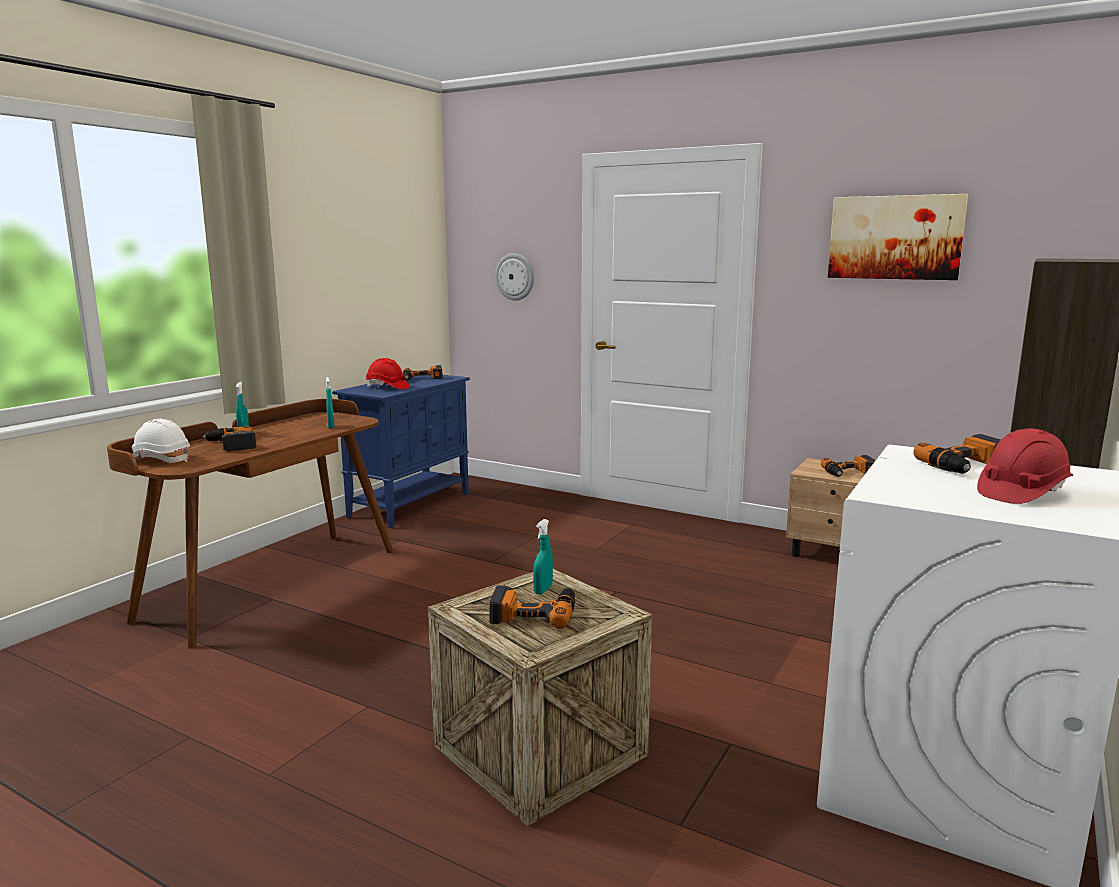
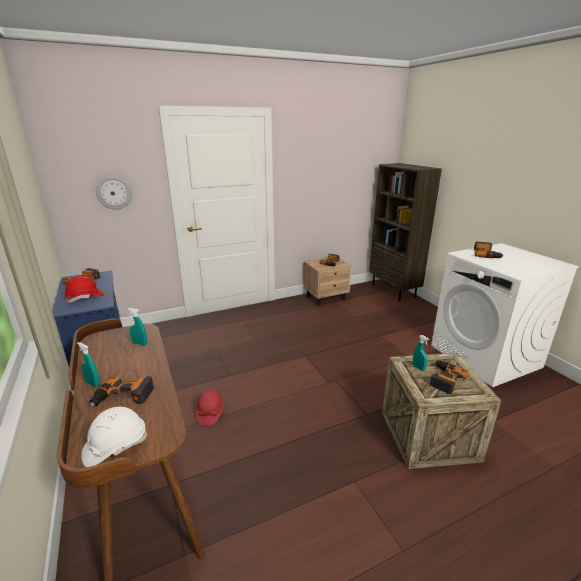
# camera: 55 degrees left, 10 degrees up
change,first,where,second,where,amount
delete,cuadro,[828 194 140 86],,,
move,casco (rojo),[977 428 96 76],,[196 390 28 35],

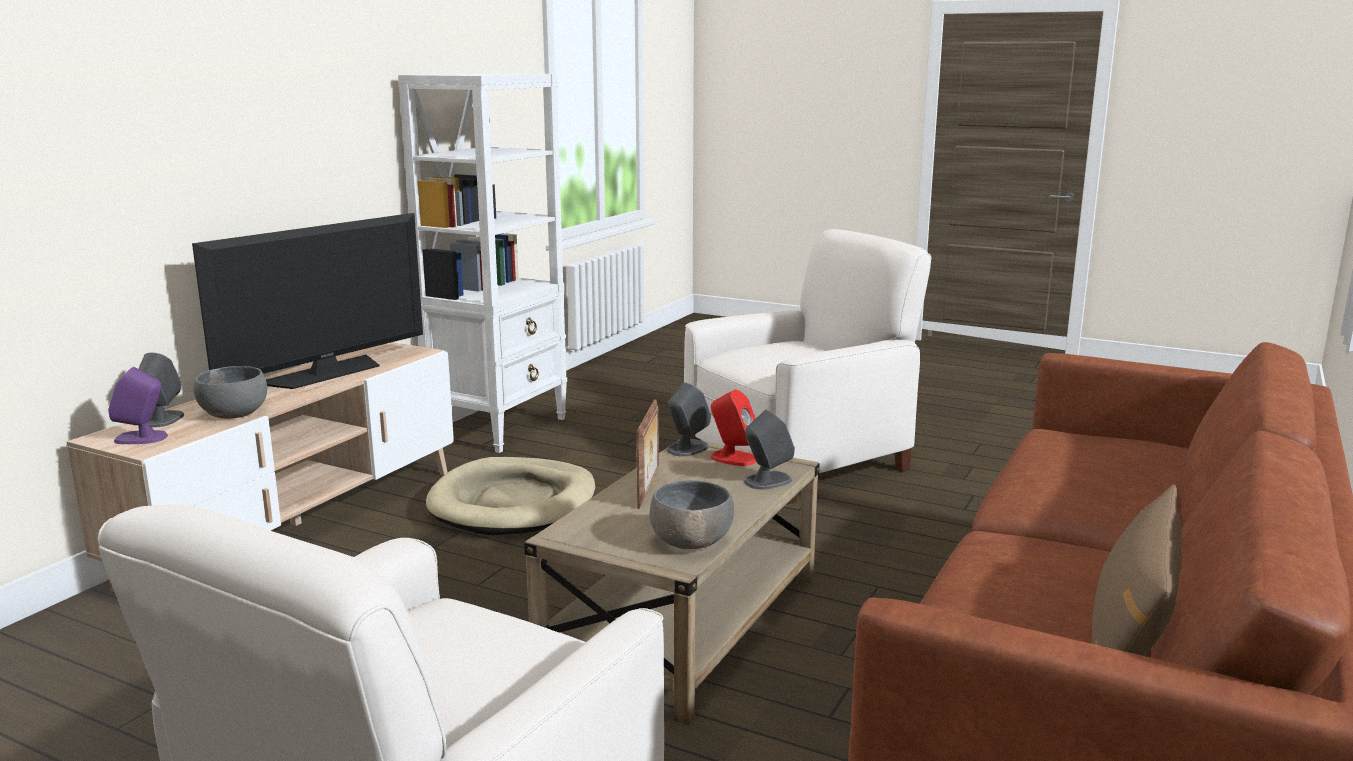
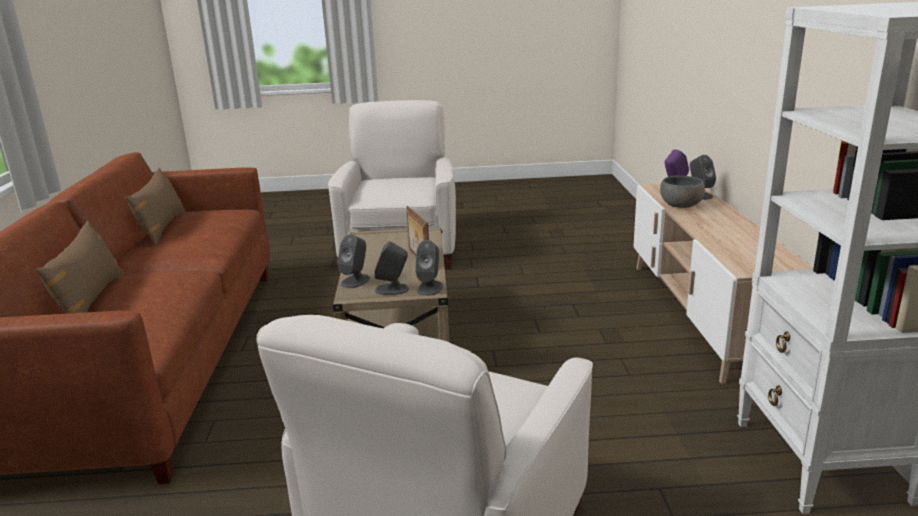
# camera: 150 degrees right, 5 degrees up
change,first,where,second,where,amount
delete,televisor,[192 213 231 176],,,
delete,cama para perro (beis),[426 457 169 78],,,
delete,cuenco (gris),[649 480 85 69],,,
insert,,,cojín (marrón),[36 220 88 94],
recolor,altavoz (rojo),[711 390 45 76],altavoz (gris),[374 241 35 54],

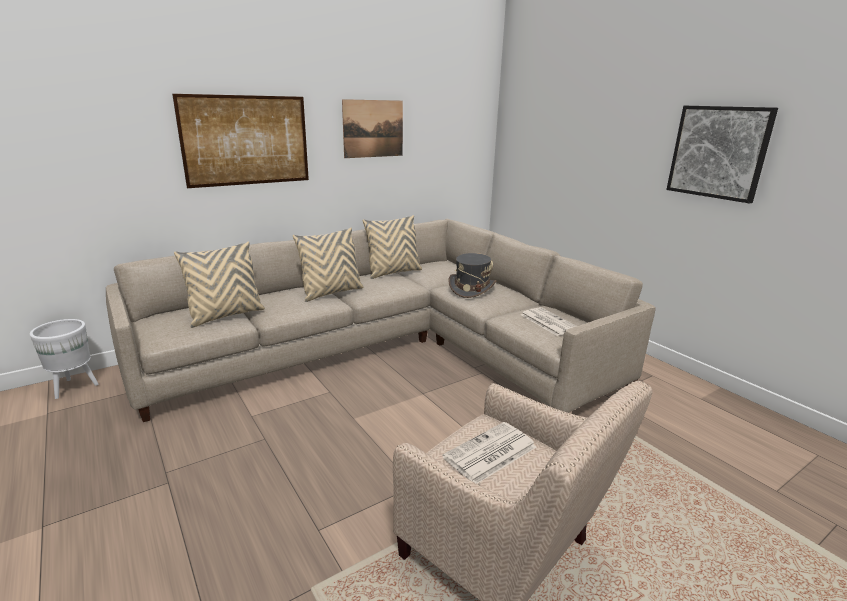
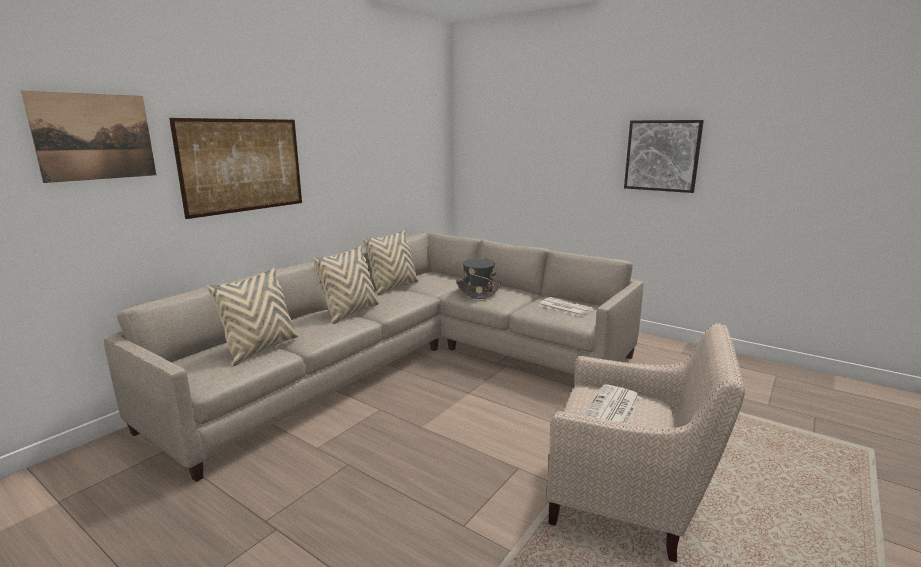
# camera: 20 degrees left, 5 degrees down
change,first,where,second,where,amount
delete,maceta (blanco),[30 319 69 80],,,
move,cuadro,[342 99 61 59],,[21 90 135 93],

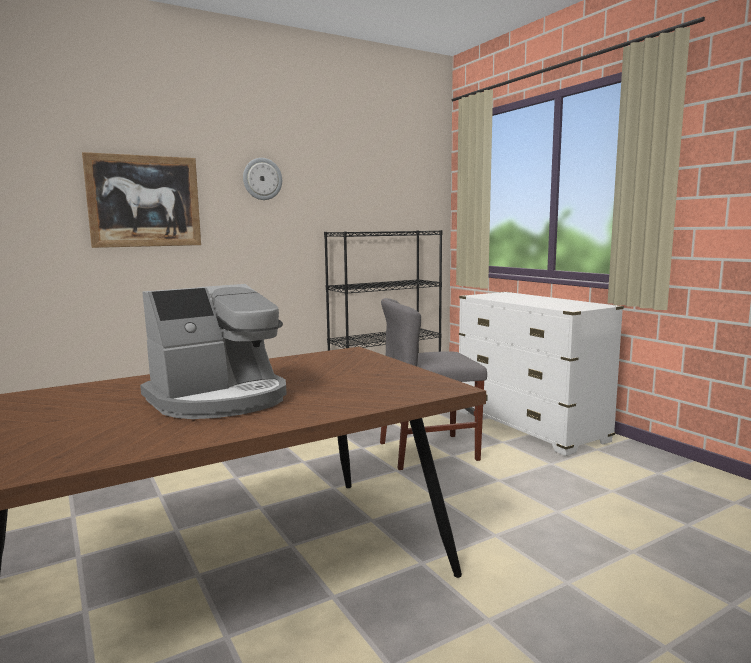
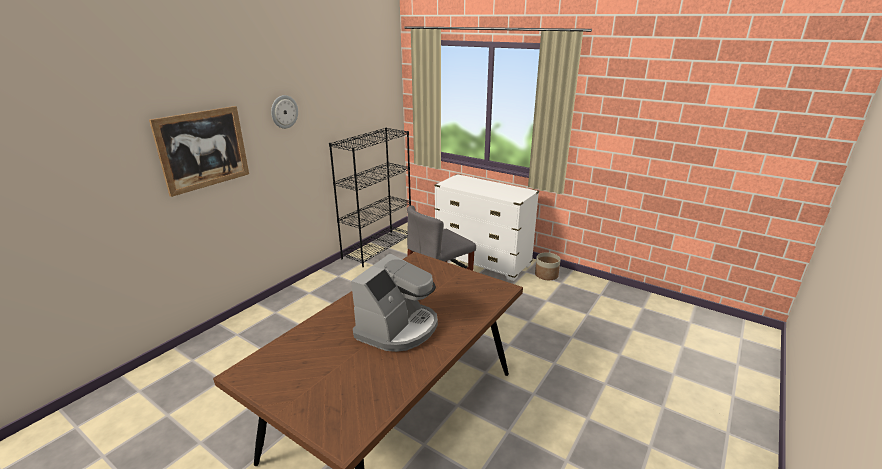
# camera: 25 degrees left, 15 degrees up
change,first,where,second,where,amount
insert,,,maceta,[535 252 26 28],

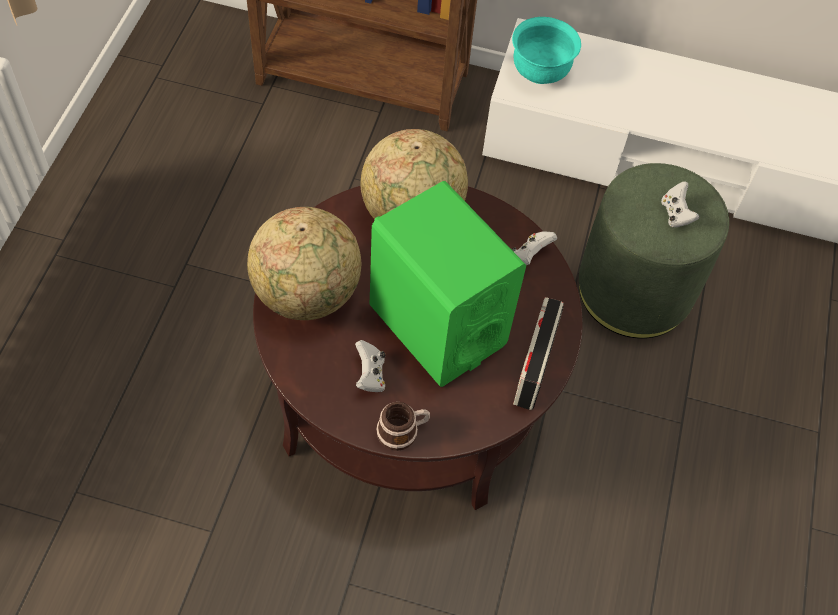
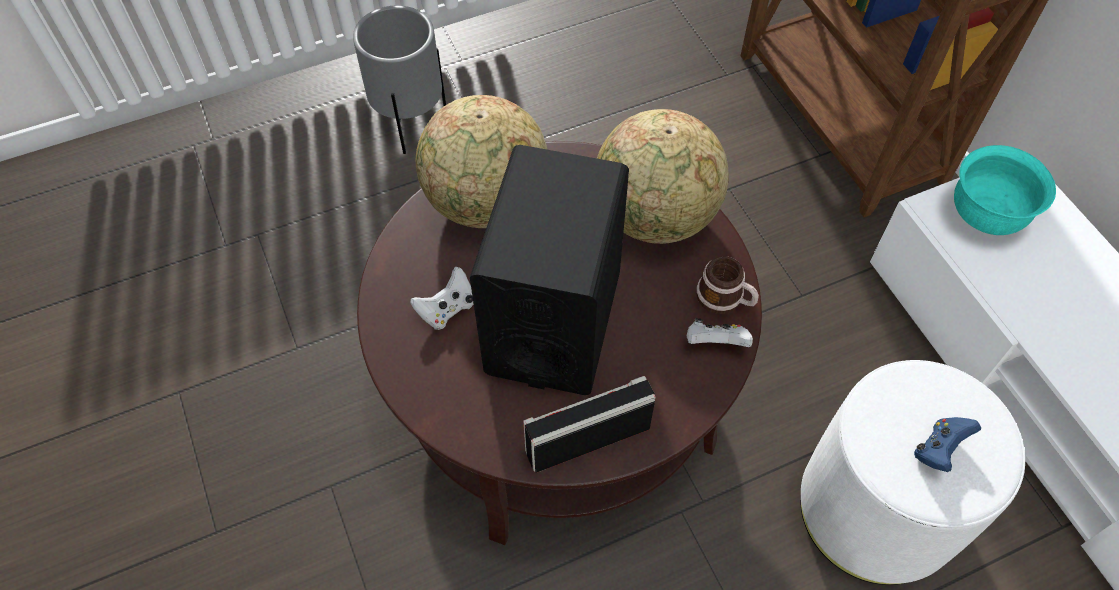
# camera: 55 degrees right, 0 degrees up
change,first,where,second,where,amount
insert,,,maceta (gris),[353 6 93 148],
move,taza grande,[376 402 54 49],,[696 256 63 58],
recolor,altavoz (verde),[370 181 156 206],altavoz (negro),[470 145 159 250],
recolor,puf (verde),[579 163 150 176],puf (blanco),[800 360 225 225],
recolor,mando de consola (blanco),[661 182 39 45],mando de consola (azul),[914 417 67 55],

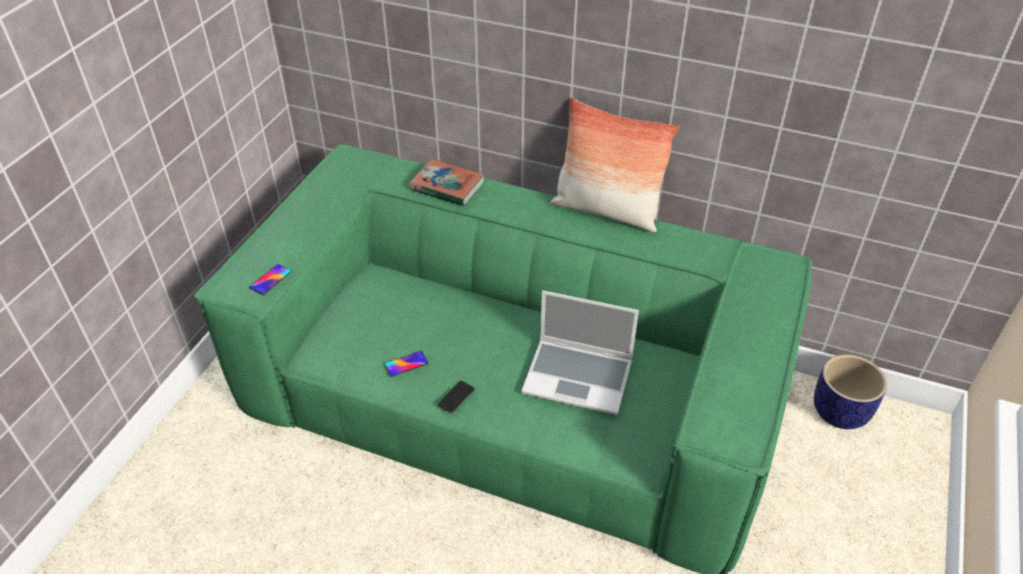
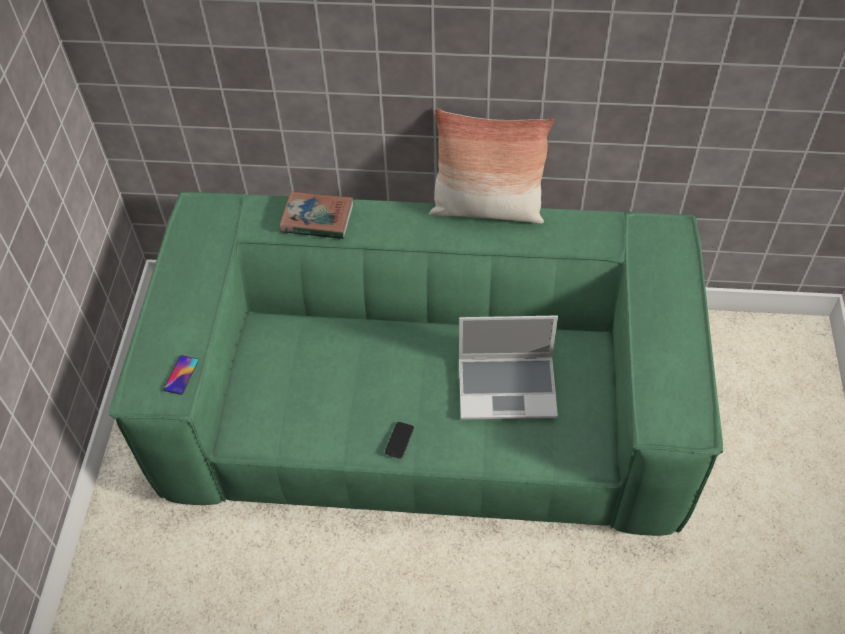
# camera: 15 degrees left, 10 degrees up
change,first,where,second,where,amount
delete,móvil,[384 351 44 26],,,
delete,maceta,[814 354 73 75],,,

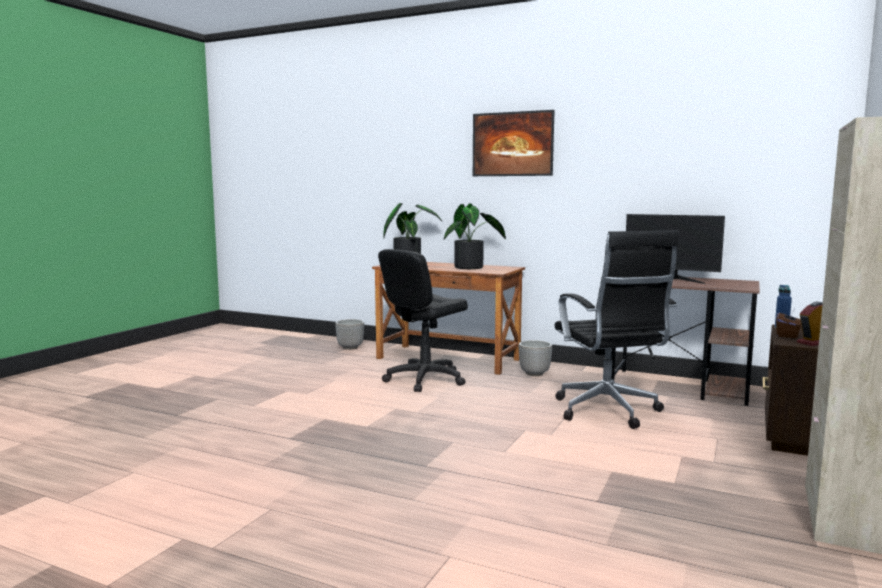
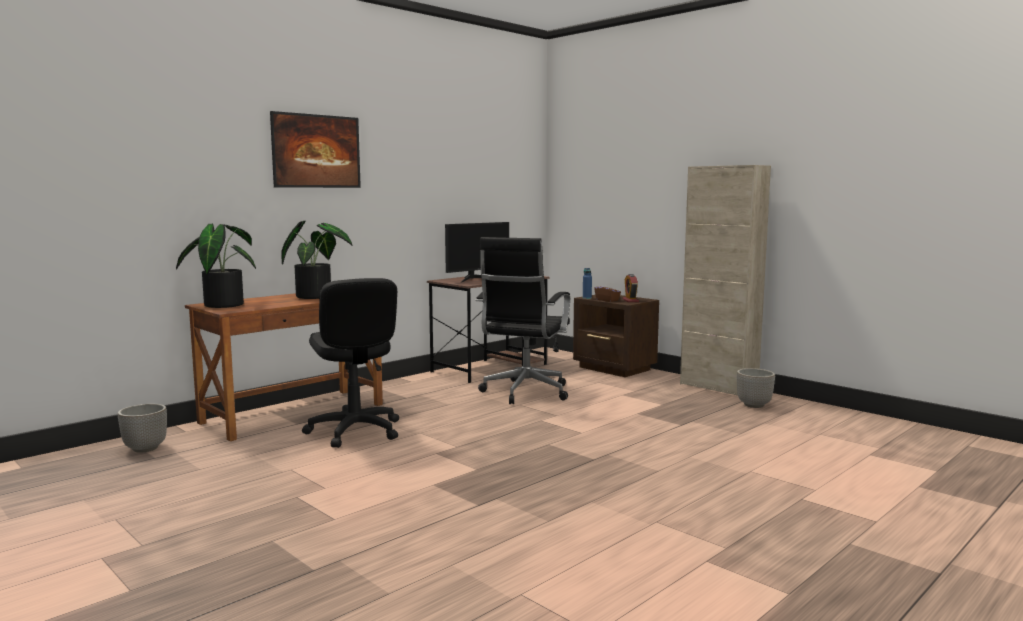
# camera: 70 degrees left, 0 degrees up
change,first,where,second,where,amount
move,maceta,[519 340 33 36],,[737 368 38 40],
rotate,silla de oficina (negro),[555 230 125 199],,[475 237 95 167],105 degrees clockwise

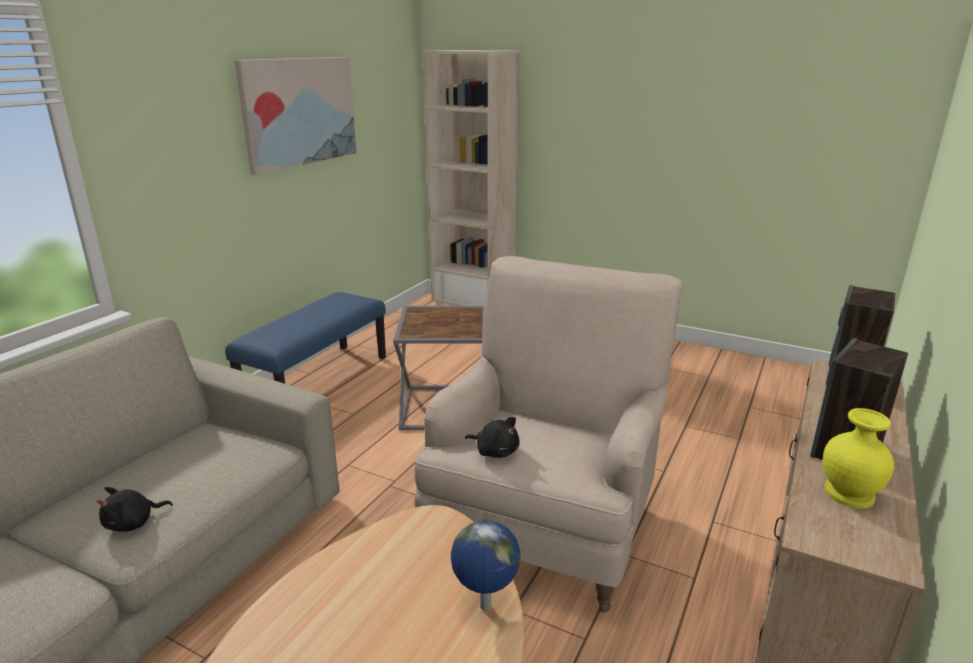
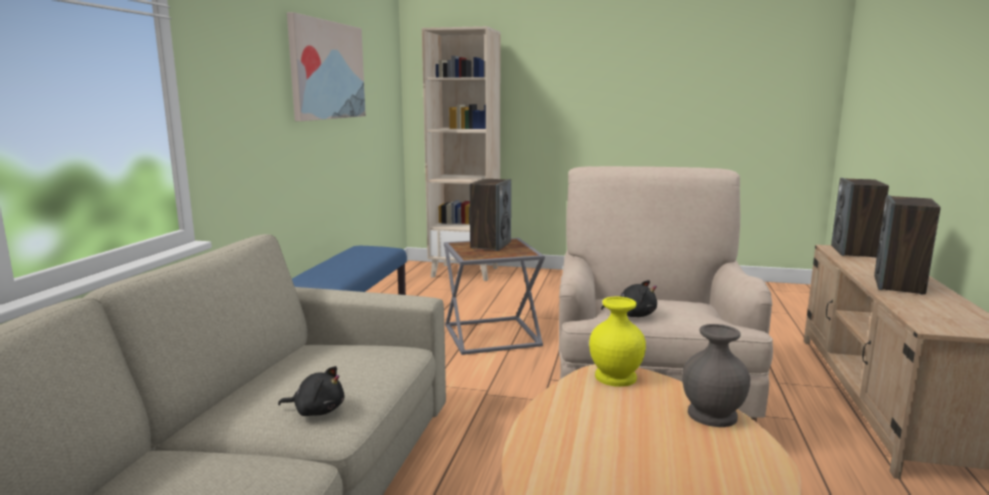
# camera: 15 degrees left, 10 degrees down
change,first,where,second,where,amount
insert,,,altavoz,[470 179 41 72],
move,florero (amarillo),[823 408 71 101],,[589 296 57 91],
replace,globo terráqueo,[451 520 70 91],florero (gris),[682 324 68 103],
rotate,peluche (negro),[97 487 76 45],,[278 366 66 50],120 degrees counterclockwise

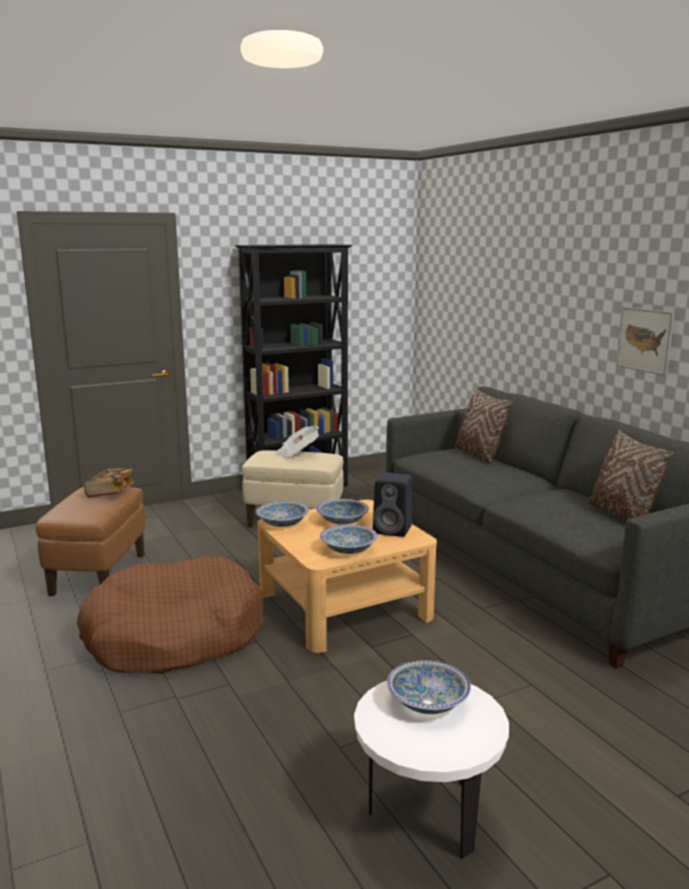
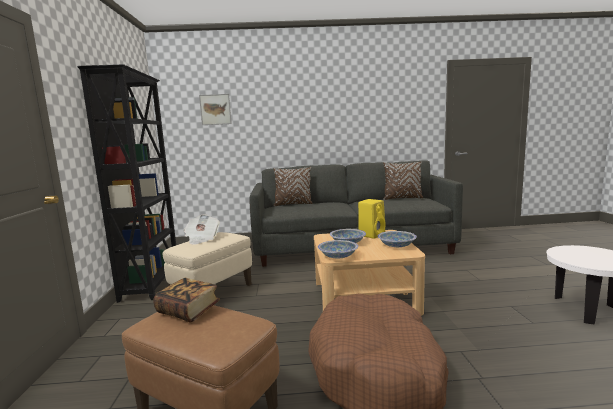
# camera: 65 degrees left, 5 degrees down
change,first,where,second,where,amount
delete,cuenco,[387 660 84 54],,,
move,cuadro,[616 307 59 69],,[199 94 33 31],
recolor,altavoz (negro),[373 472 39 65],altavoz (amarillo),[358 199 28 39],

